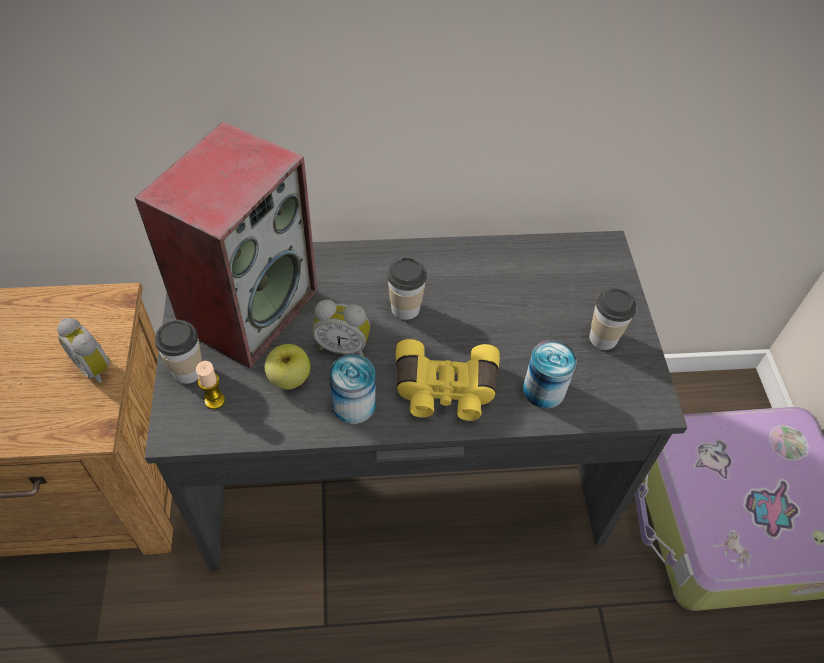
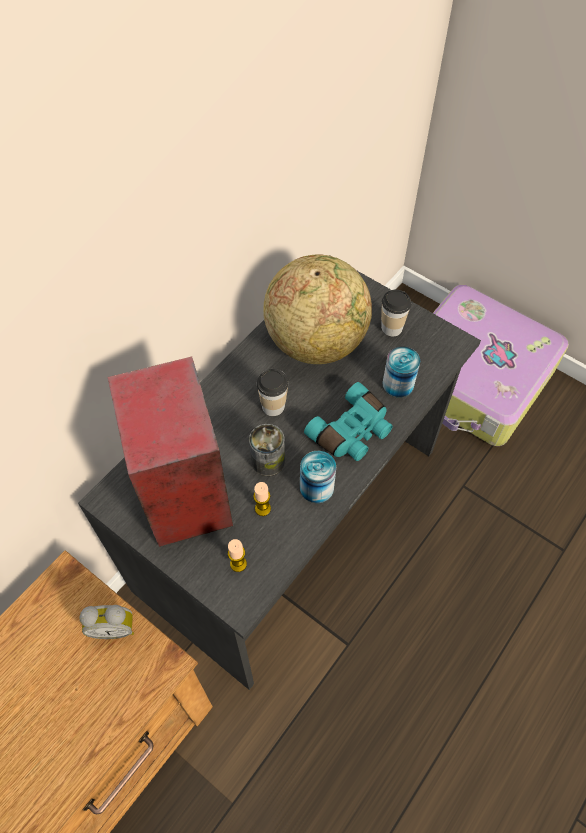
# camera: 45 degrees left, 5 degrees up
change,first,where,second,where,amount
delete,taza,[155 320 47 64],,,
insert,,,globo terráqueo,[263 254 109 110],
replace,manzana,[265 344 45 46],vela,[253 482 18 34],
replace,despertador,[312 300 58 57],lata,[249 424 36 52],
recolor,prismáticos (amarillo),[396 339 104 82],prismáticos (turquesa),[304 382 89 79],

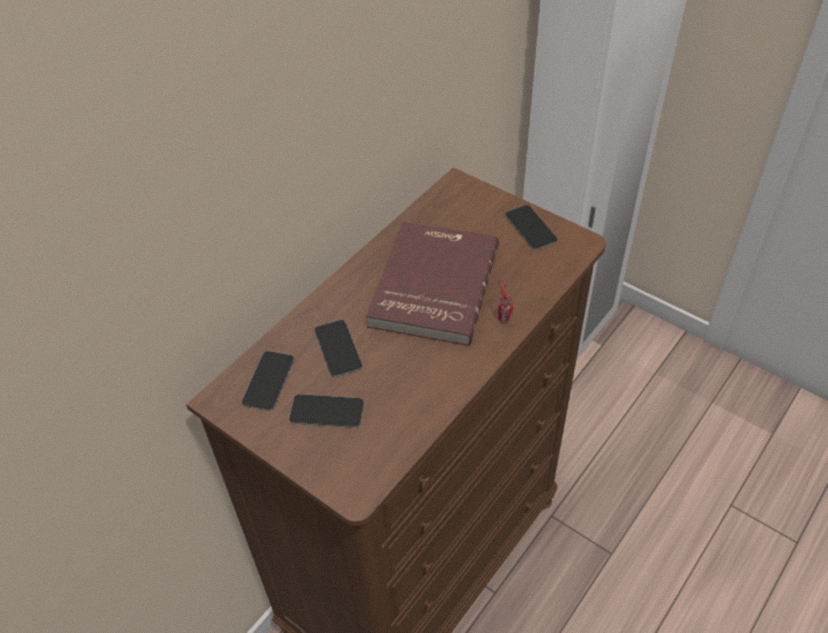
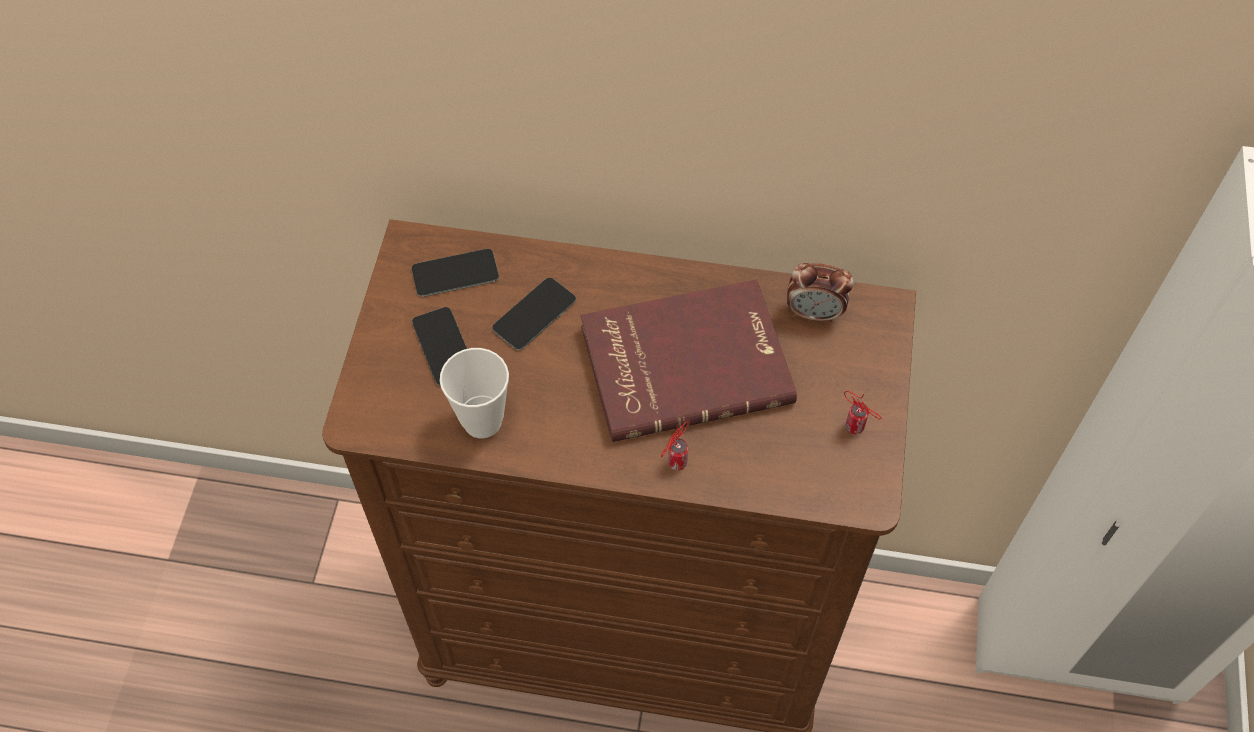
# camera: 60 degrees right, 10 degrees up
change,first,where,second,where,amount
insert,,,taza,[440 348 69 90],
insert,,,despertador,[787 263 67 60],
replace,móvil,[505 205 53 45],lata,[844 391 38 43],

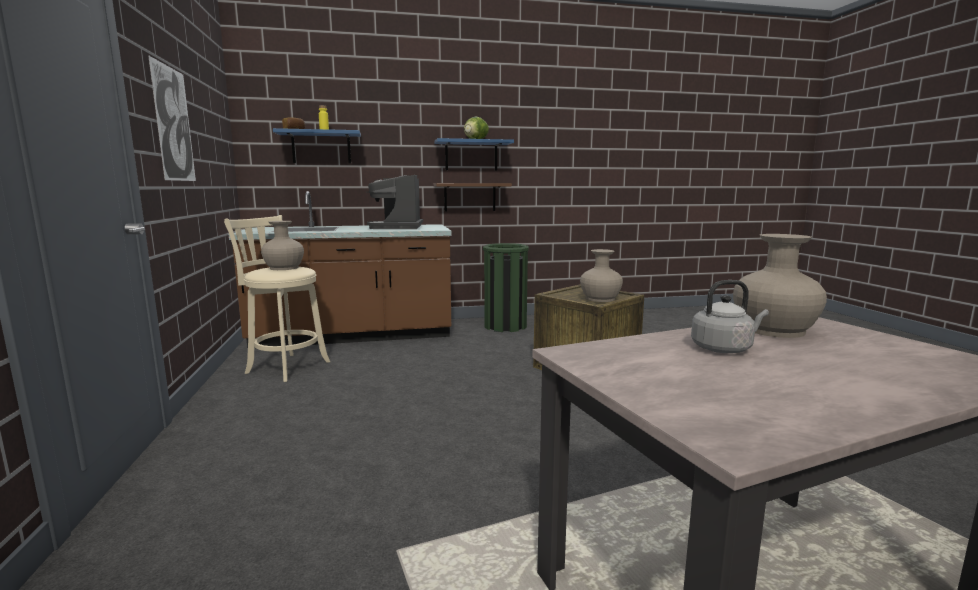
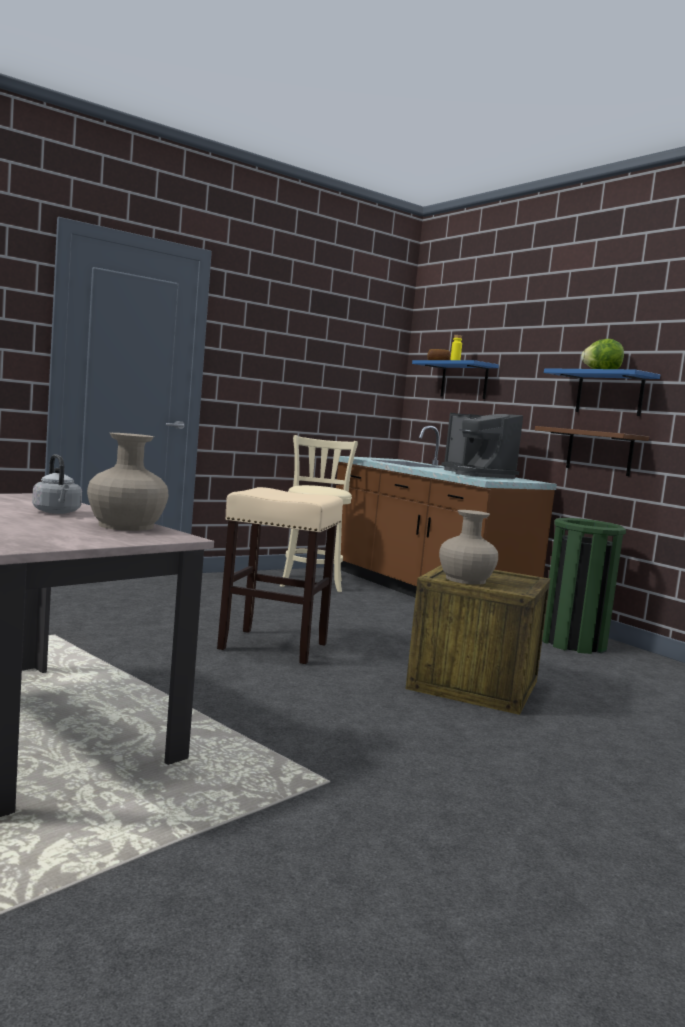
# camera: 65 degrees right, 5 degrees down
change,first,where,second,where,amount
delete,cuadro,[148 55 48 126],,,
delete,florero (beis),[261 221 43 49],,,
insert,,,taburete (beis),[217 487 126 177],
rotate,cafetera,[366 175 57 54],,[441 413 82 66],90 degrees counterclockwise

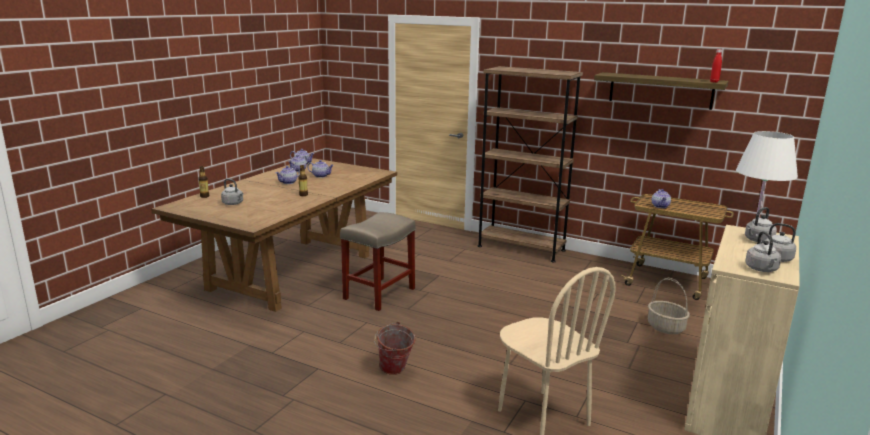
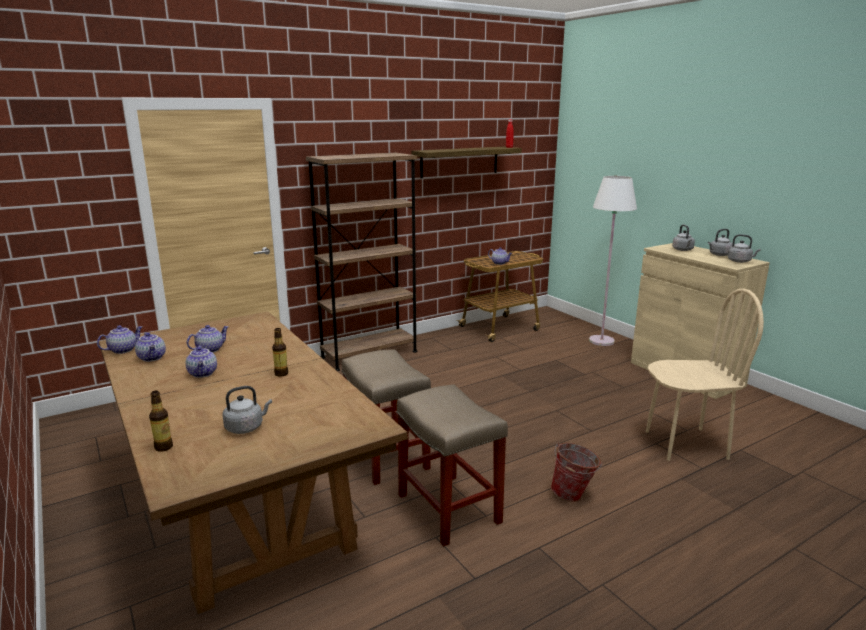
# camera: 60 degrees left, 0 degrees up
change,first,where,second,where,amount
delete,cesta,[648 278 42 56],,,
insert,,,taburete (beis),[396 385 112 162],

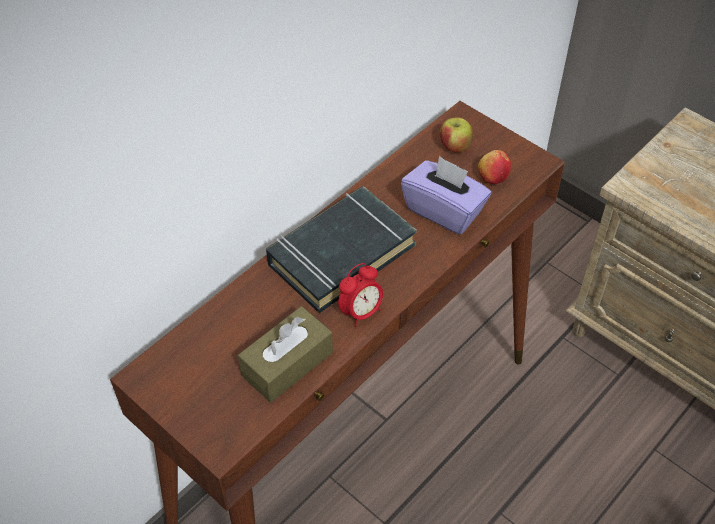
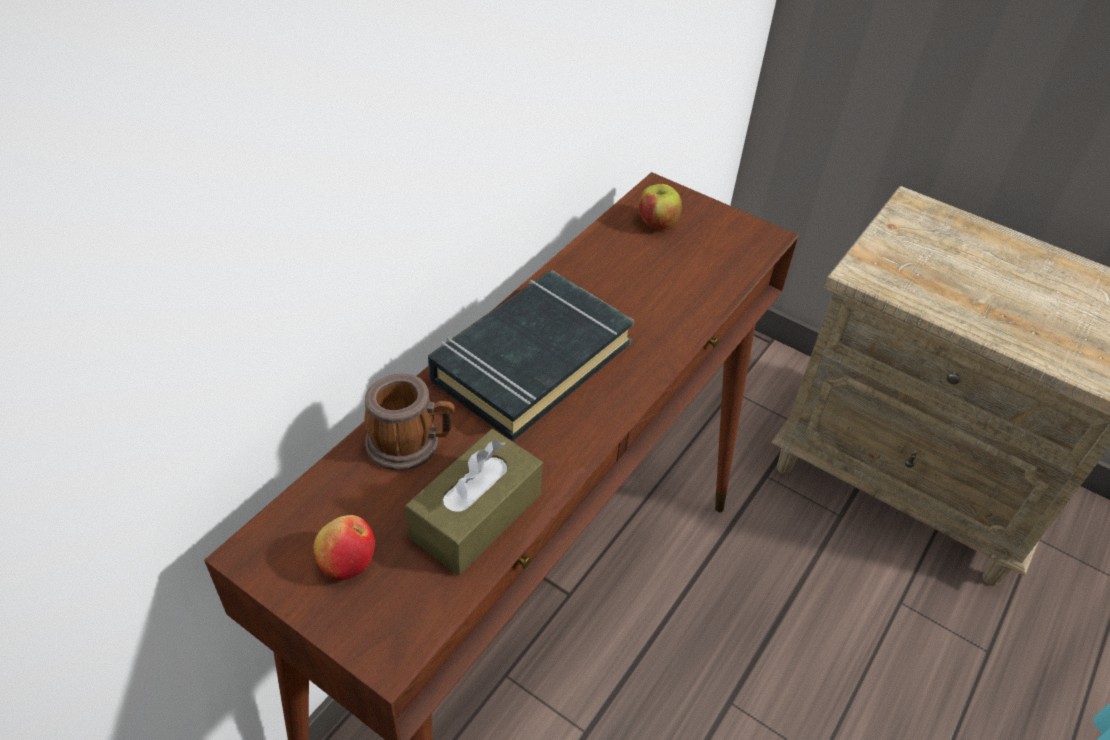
# camera: 10 degrees left, 5 degrees down
change,first,where,second,where,amount
delete,despertador,[338 263 45 64],,,
delete,caja de pañuelos (morado),[401 156 90 79],,,
insert,,,taza grande,[364 374 91 97],
move,manzana,[478 150 33 34],,[314 515 61 65],

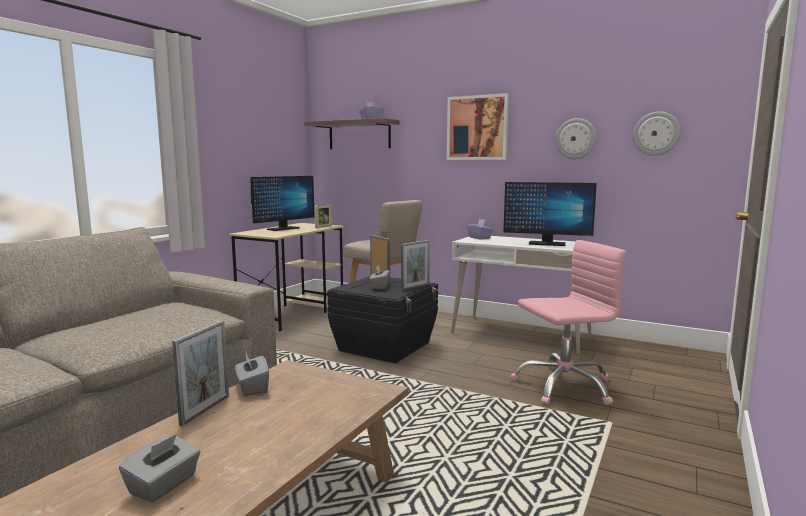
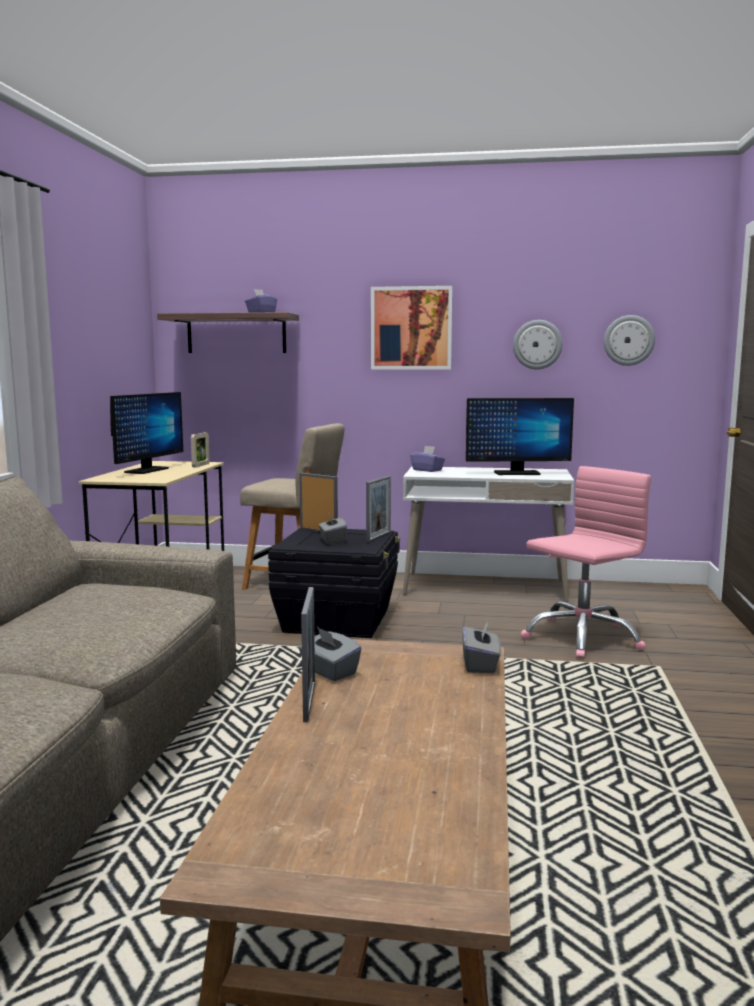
# camera: 20 degrees left, 0 degrees up
change,first,where,second,where,amount
move,caja de pañuelos (gris),[119 434 81 68],,[462 620 39 53],

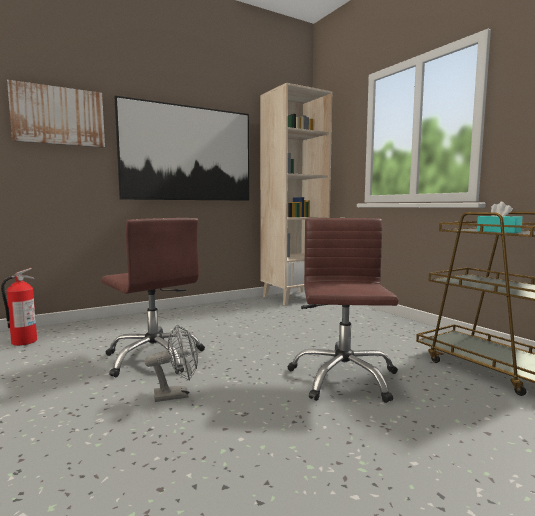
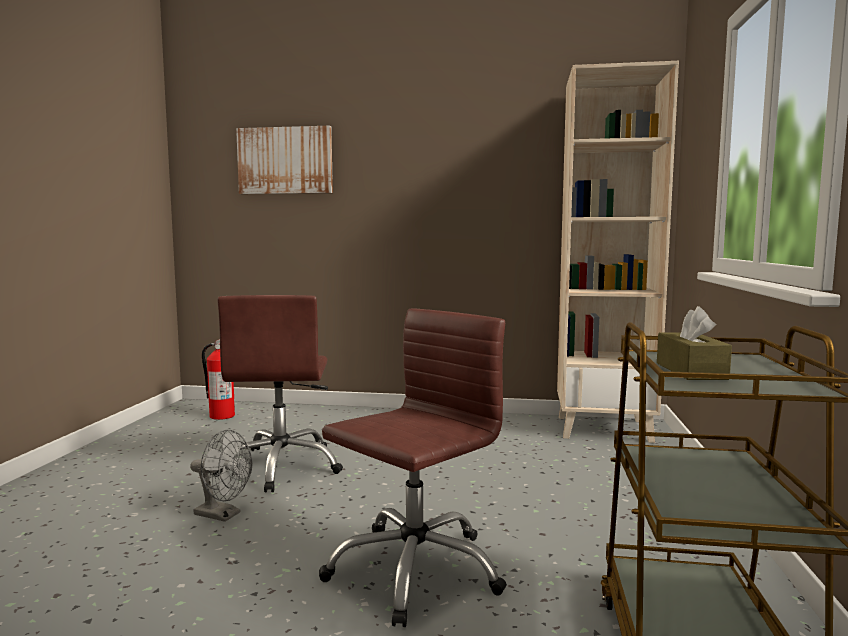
# camera: 40 degrees right, 0 degrees up
change,first,where,second,where,amount
delete,cuadro,[114 96 135 105],,,
recolor,caja de pañuelos (turquesa),[477 202 46 31],caja de pañuelos (marrón),[657 306 75 74],

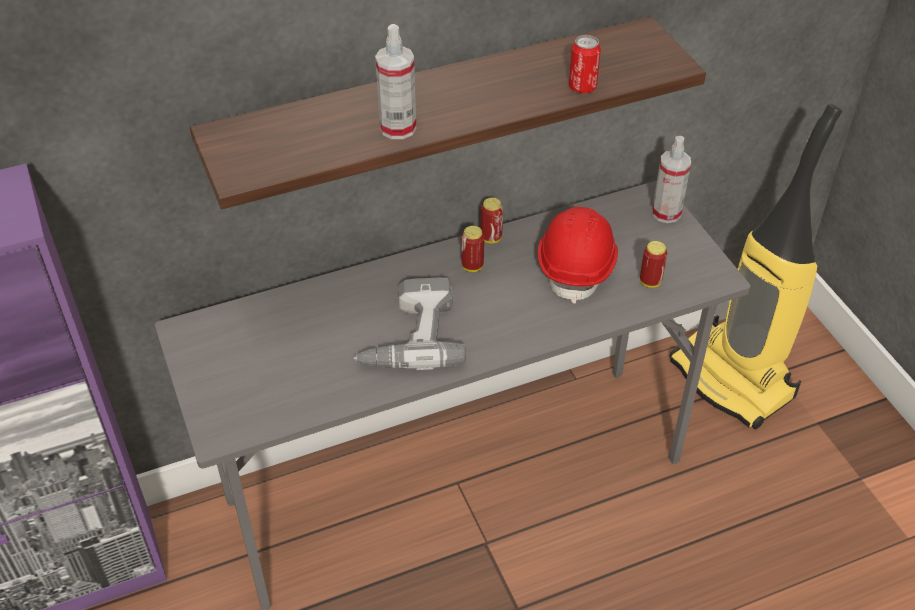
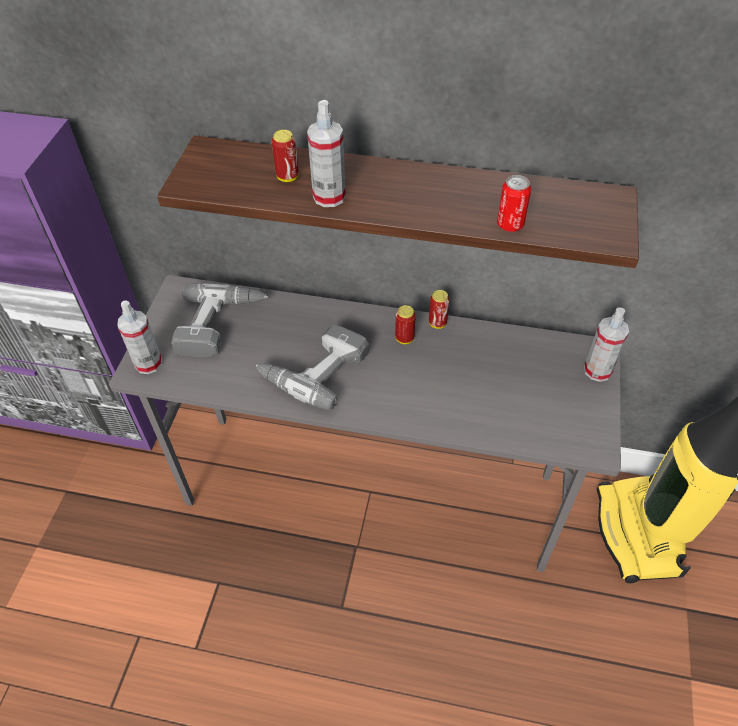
# camera: 35 degrees right, 5 degrees up
change,first,where,second,where,amount
delete,casco (rojo),[538 207 80 97],,,
insert,,,pulverizador,[117 300 45 74],
insert,,,taladro,[171 283 97 74],
move,lata,[640 241 27 47],,[272 130 27 52],

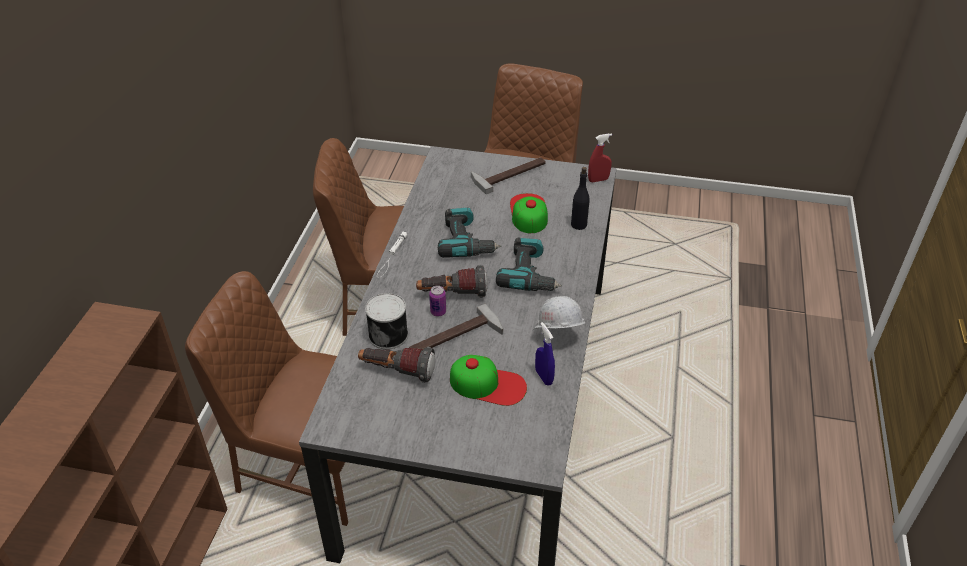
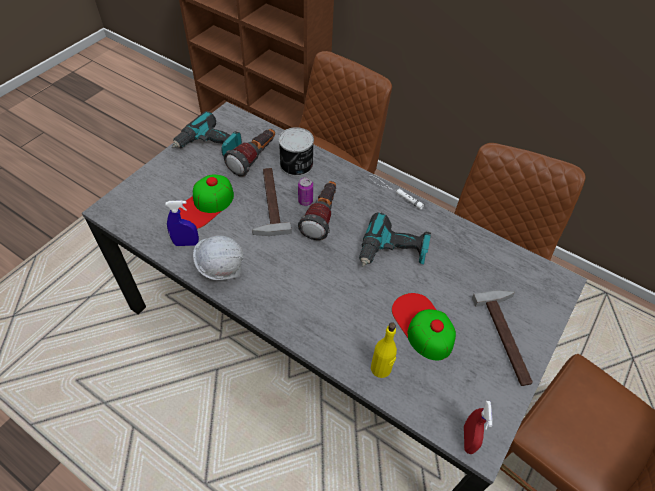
# camera: 110 degrees right, 10 degrees up
change,first,where,second,where,amount
move,taladro,[496 237 66 54],,[172 111 70 45],
recolor,botella (negro),[571 167 19 63],botella (amarillo),[371 322 26 56],
rotate,gorra,[510 193 38 40],,[392 293 64 67],135 degrees counterclockwise

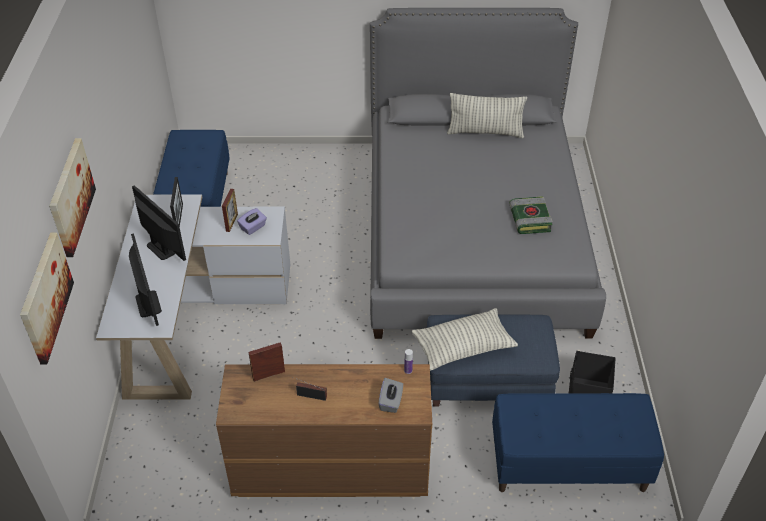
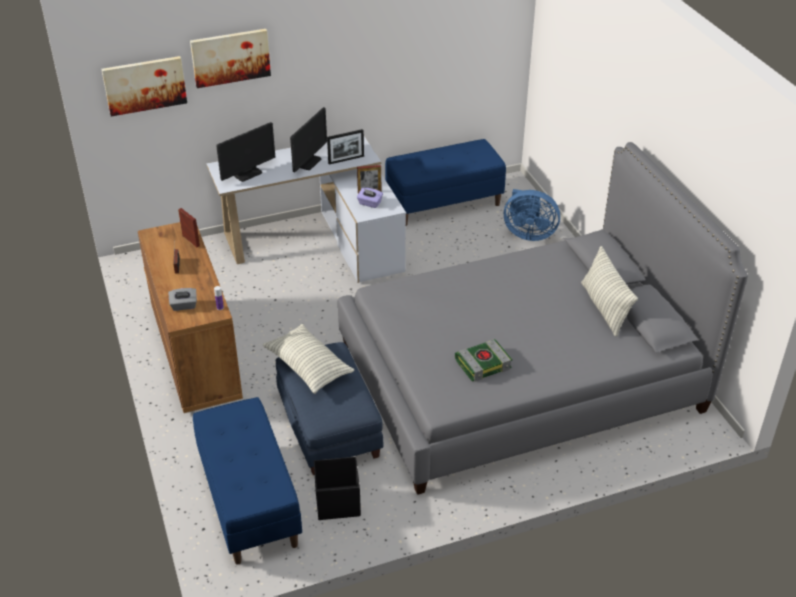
# camera: 70 degrees right, 5 degrees down
change,first,where,second,where,amount
insert,,,ventilador (azul),[504 189 56 52],

